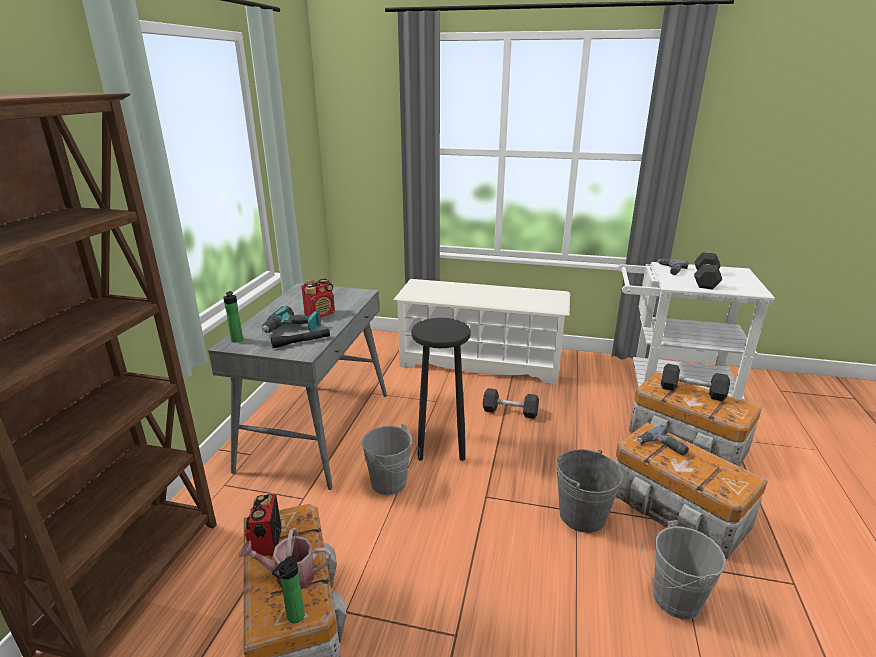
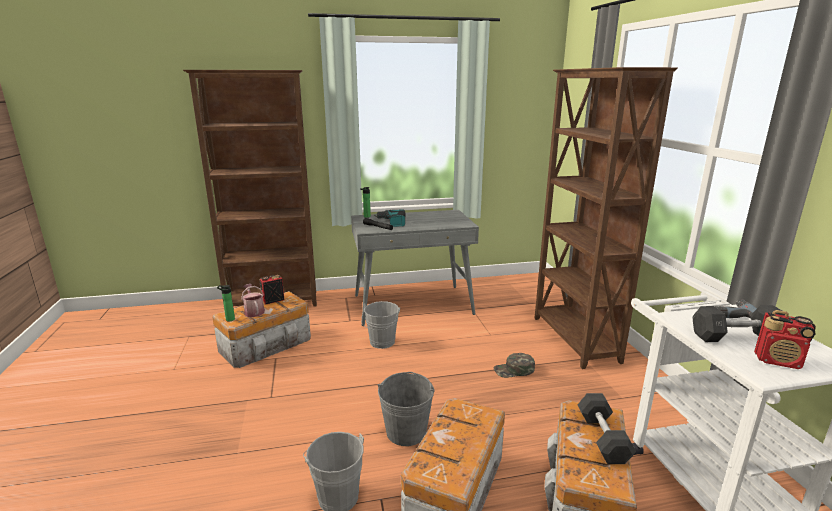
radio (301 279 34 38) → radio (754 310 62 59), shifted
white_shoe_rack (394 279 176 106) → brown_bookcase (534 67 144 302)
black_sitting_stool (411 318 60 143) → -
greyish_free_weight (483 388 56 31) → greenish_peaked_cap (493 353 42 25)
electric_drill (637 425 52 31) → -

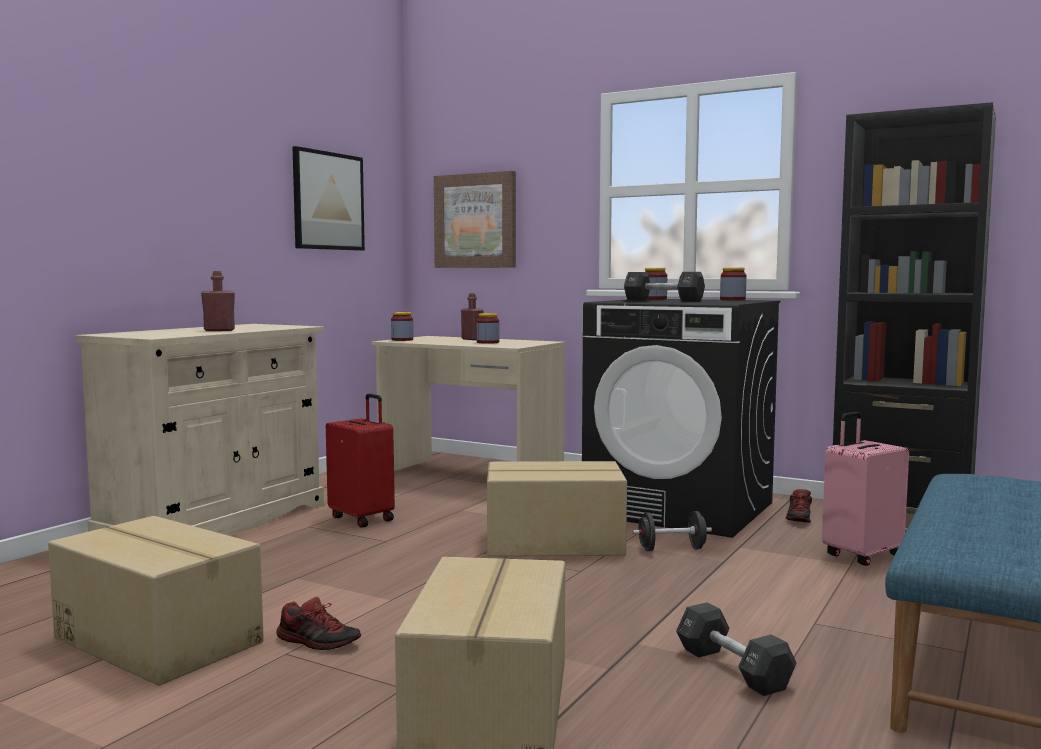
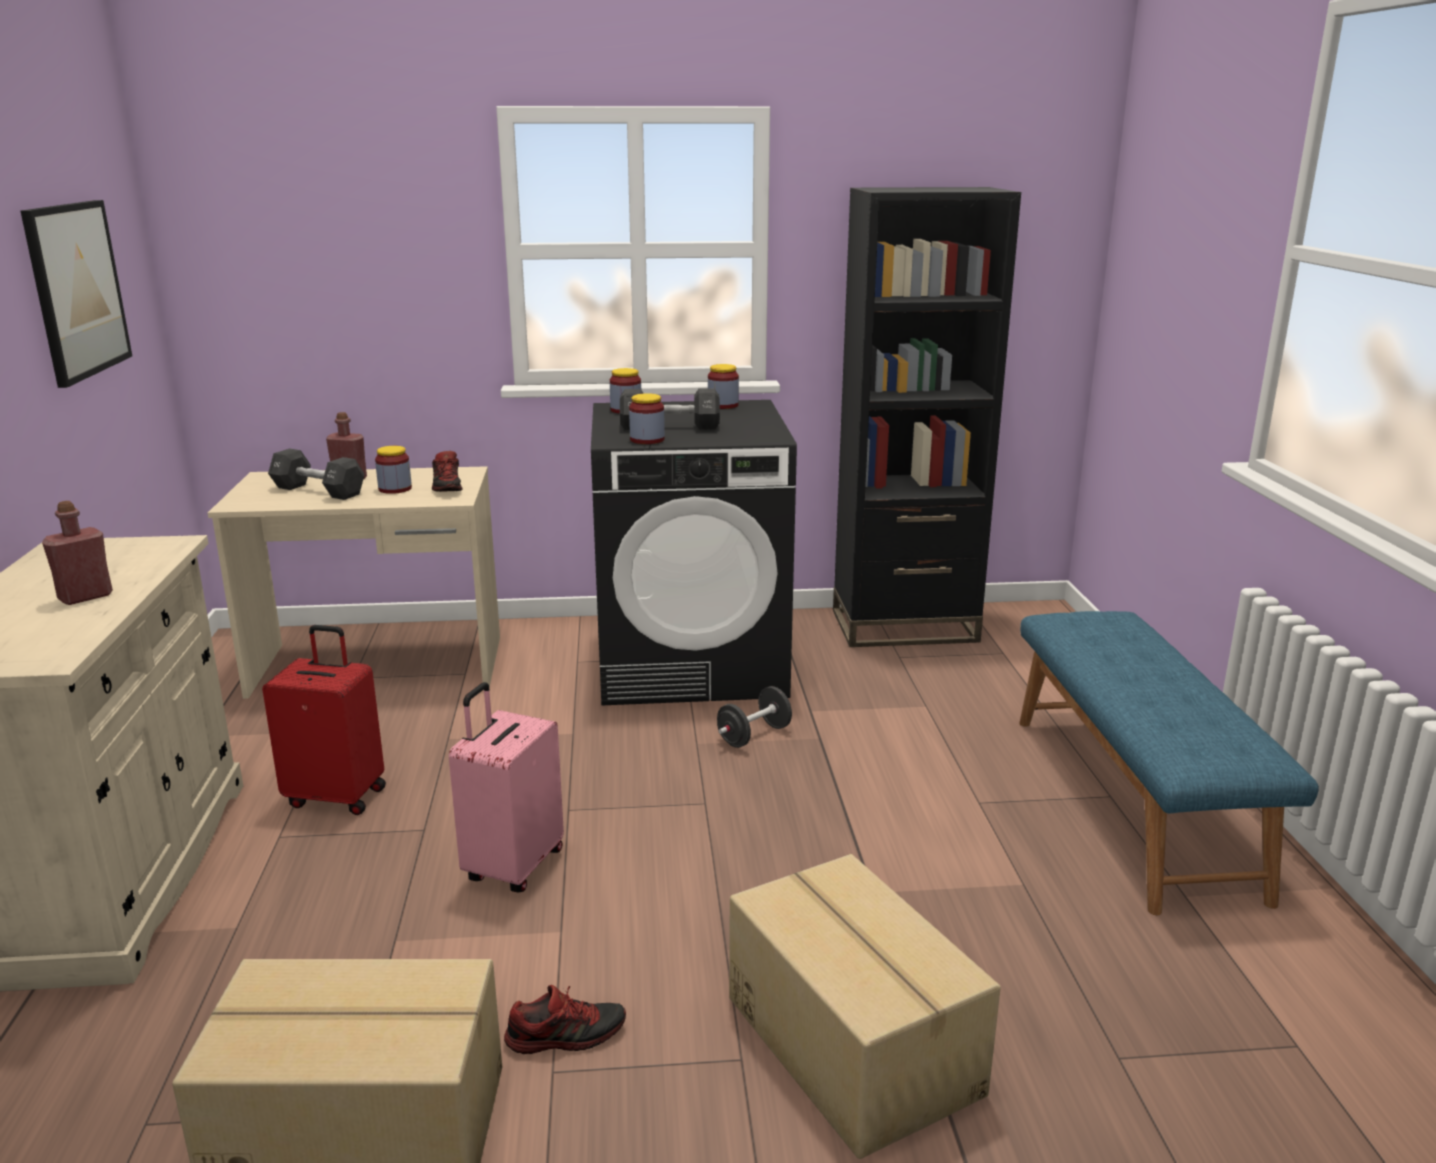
jar (391 312 22 29) → jar (629 393 36 51), shifted
wall_picture (434 171 82 97) → -
carton (487 461 140 96) → -
black_free_weight (676 602 121 94) → black_free_weight (268 448 97 52), shifted
item_of_footwear (786 489 26 34) → item_of_footwear (432 451 31 41), shifted
pink_suitcase (822 412 87 154) → pink_suitcase (449 682 115 210), shifted

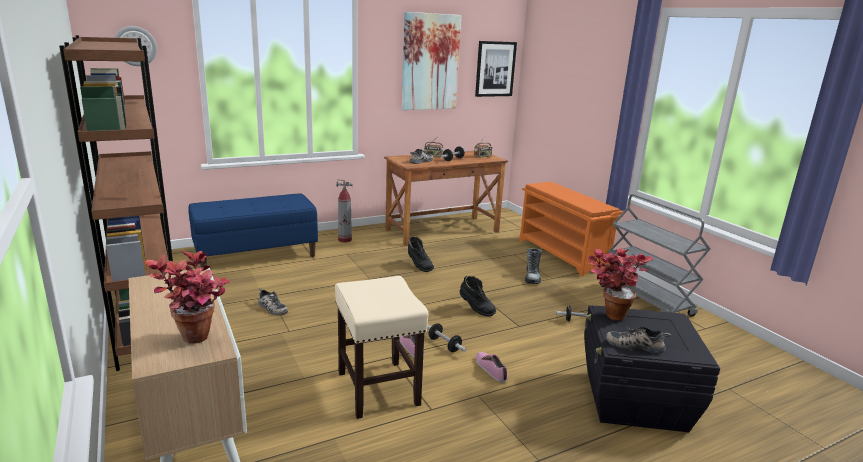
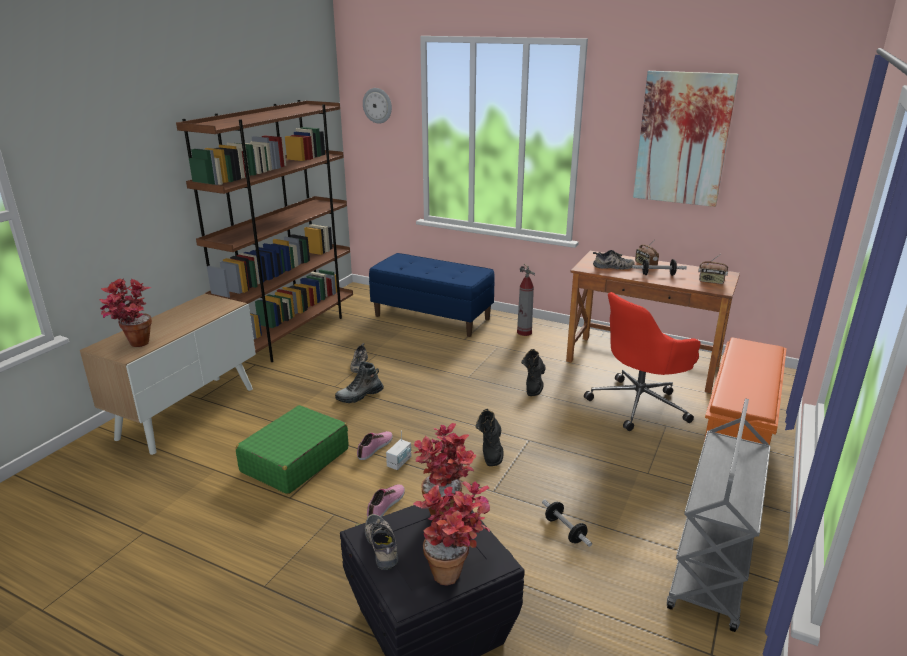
beige-coloured_sitting_stool (335 276 93 143) → greenish_suitcase (236 405 113 89)
free_weight (427 323 39 29) → radio (386 430 25 40)
wall_picture (475 41 42 56) → -
high-top_boot (525 248 17 36) → high-top_boot (335 361 49 42), shifted
- → potted_plant (413 481 77 104)
- → red_office_chair (584 292 117 139)

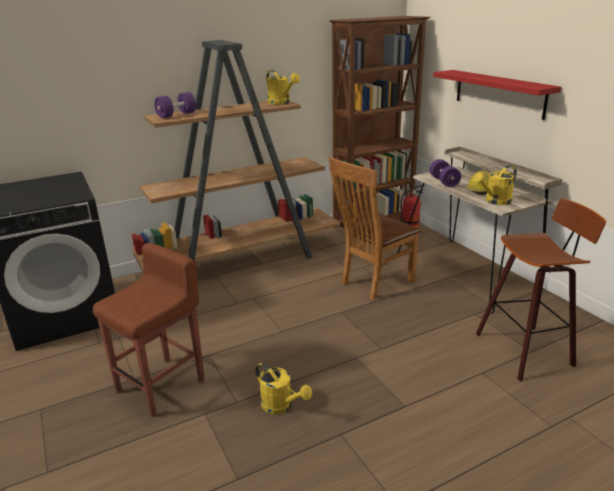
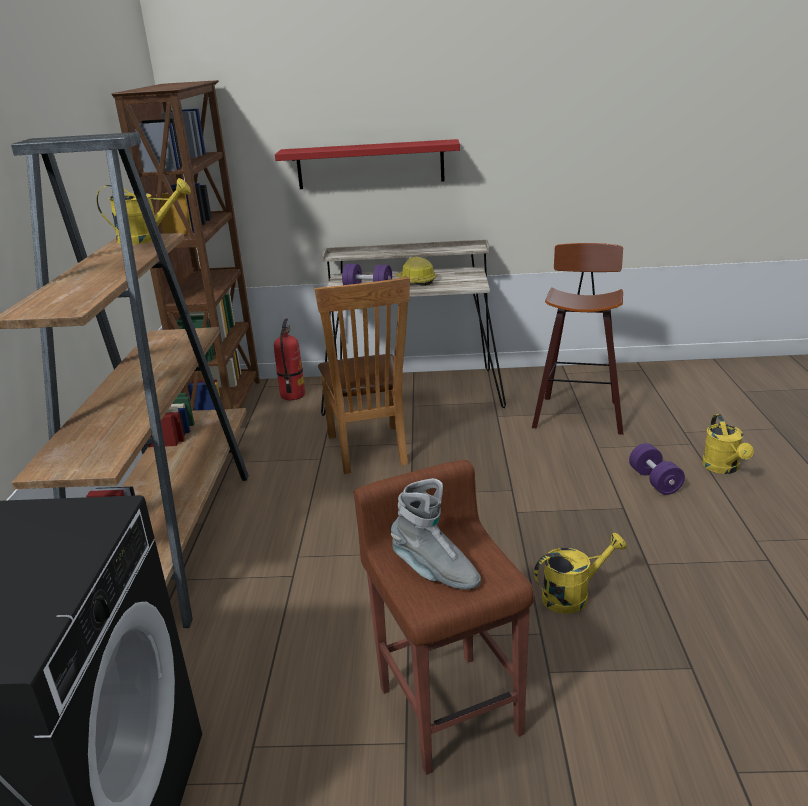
purplish_free_weight (154 92 42 26) → purplish_free_weight (629 443 56 52), shifted
yellowish_watering_can (473 165 44 40) → yellowish_watering_can (702 414 52 60), shifted
- → greyish_high-top_boot (391 478 90 111)

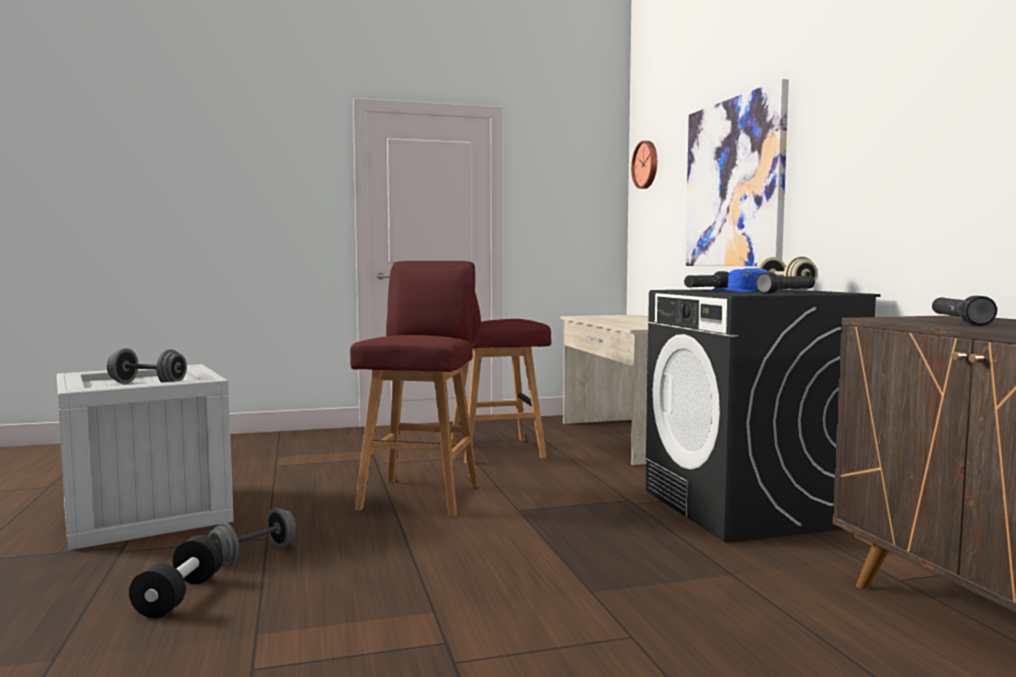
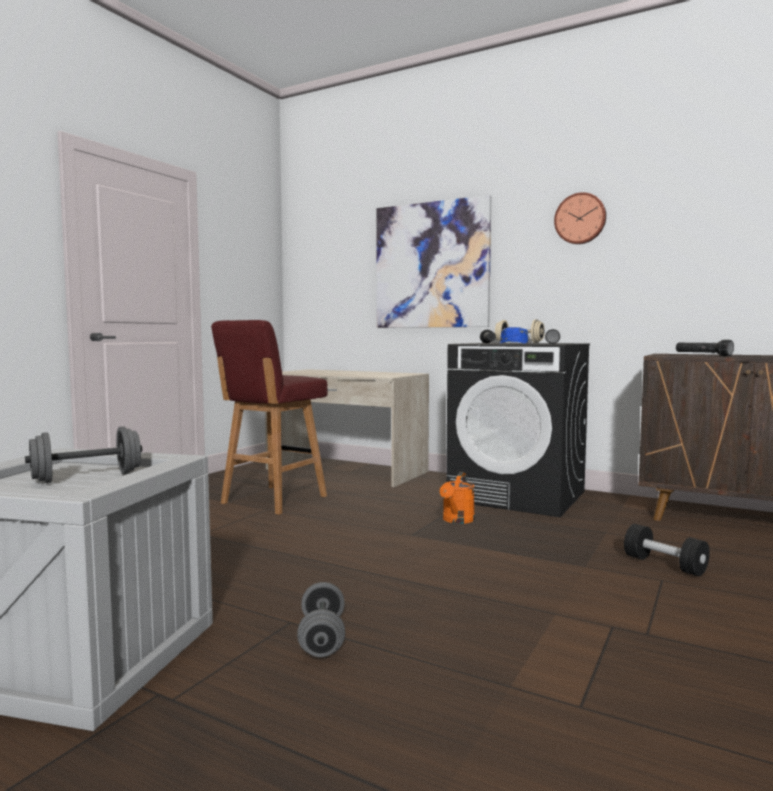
black_free_weight (129 535 94 83) → black_free_weight (624 524 86 52), shifted
red_sitting_stool (350 261 129 256) → -
clock_on_the_wall (631 141 26 48) → clock_on_the_wall (554 192 52 52), shifted
- → orangey_watering_can (440 472 35 52)

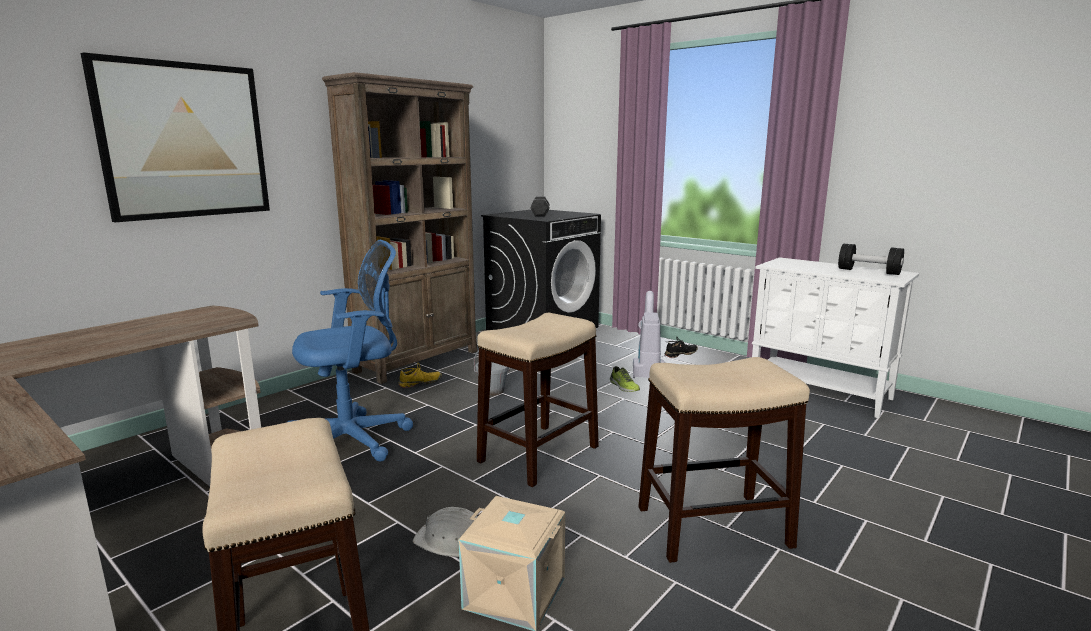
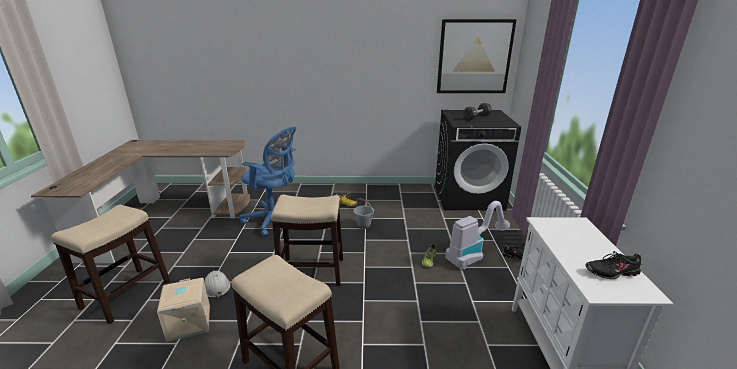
wall_picture (81 52 189 170) → wall_picture (437 19 80 74), shifted
brown_bookcase (322 72 155 312) → -
black_free_weight (838 244 66 31) → black_item_of_footwear (586 251 55 28)

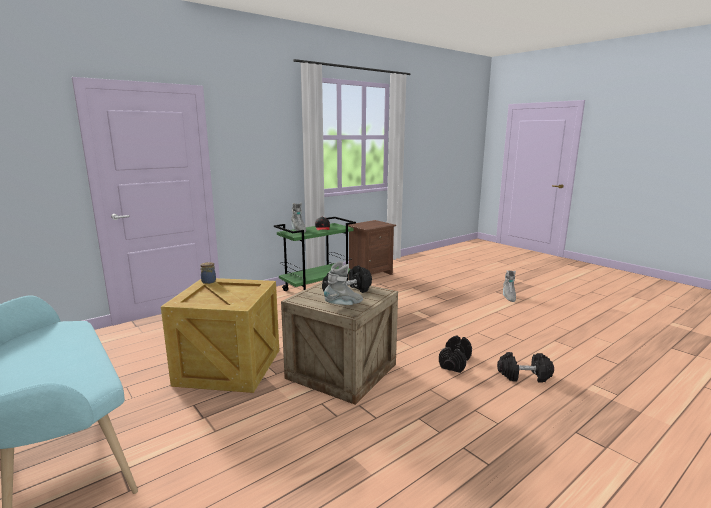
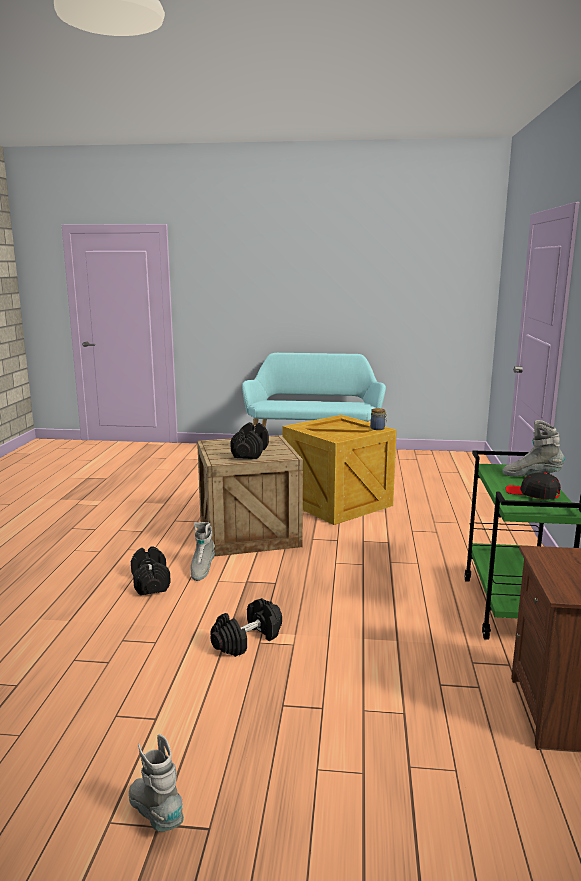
greyish_high-top_boot (324 261 39 44) → greyish_high-top_boot (191 522 24 59), shifted
black_free_weight (497 352 57 31) → black_free_weight (210 598 72 59), shifted

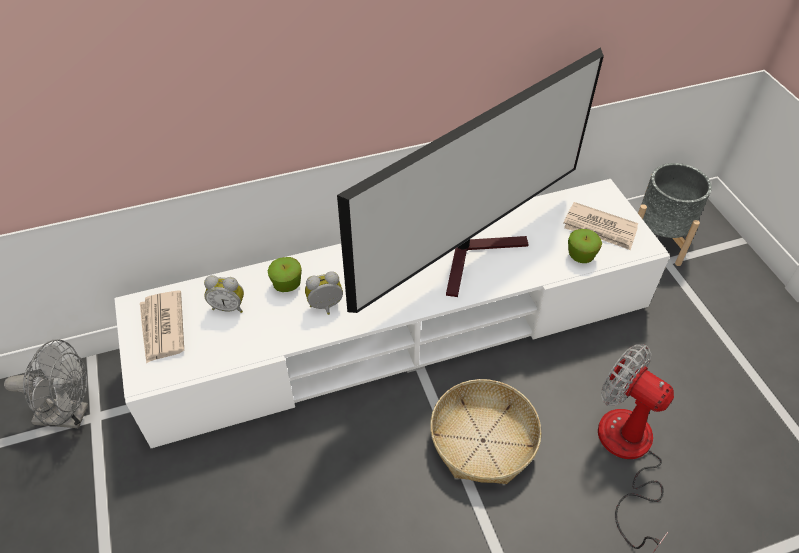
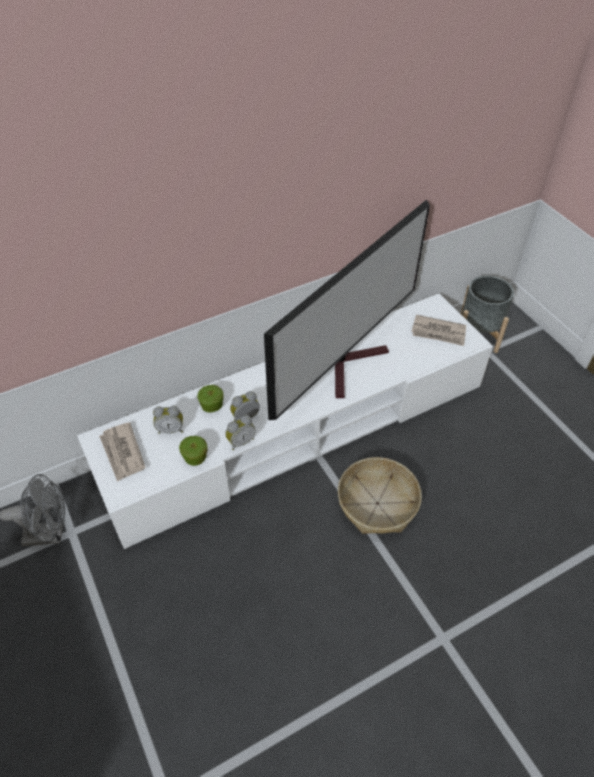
apple_fruit (568 229 34 34) → apple_fruit (179 436 29 30), shifted
fan (598 344 76 209) → -
- → table_clock (225 415 31 35)

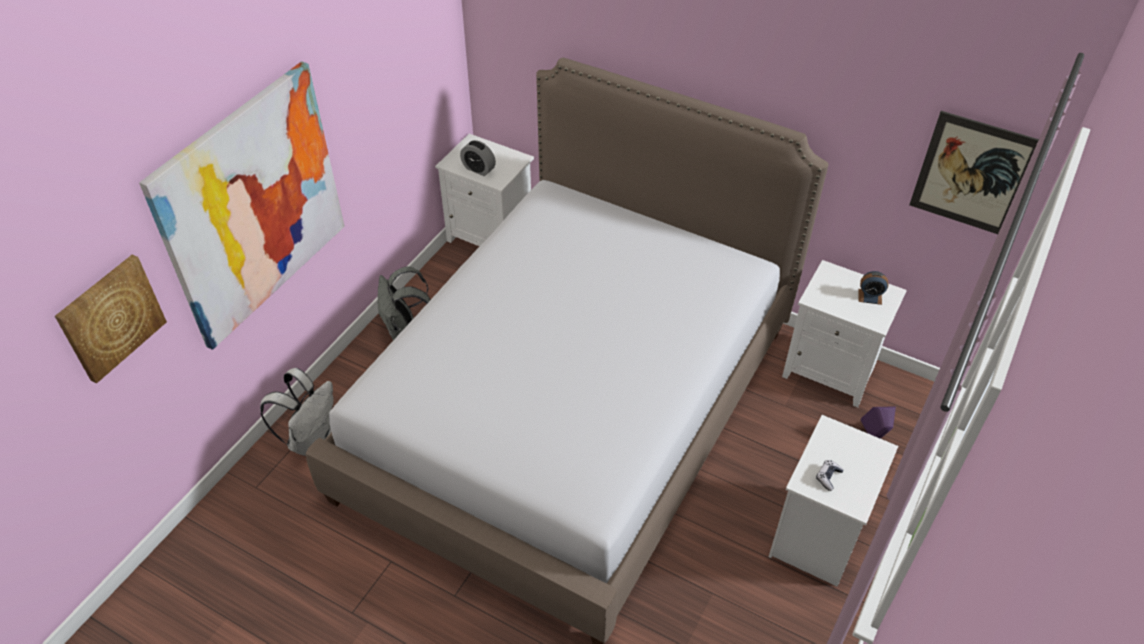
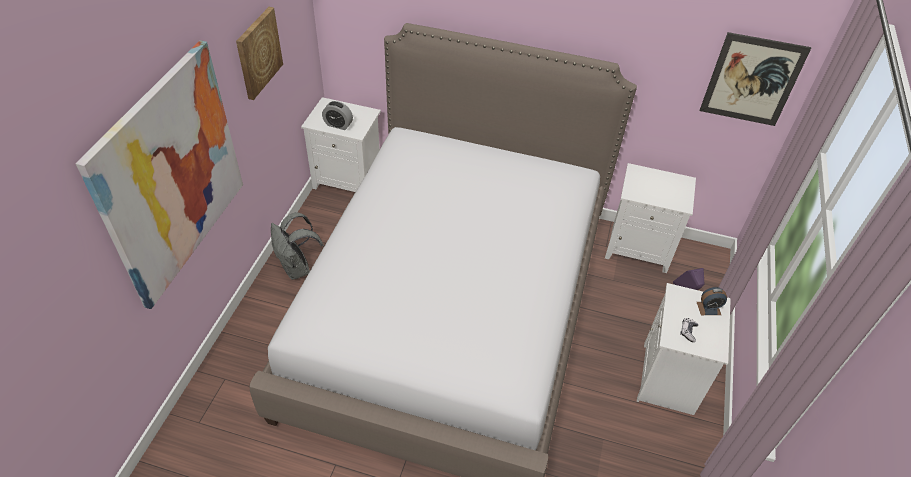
wall_picture (55 254 112 130) → wall_picture (236 7 47 93), shifted
white_backpack (260 368 74 88) → -
table_clock (858 271 30 34) → table_clock (697 287 30 28), shifted

